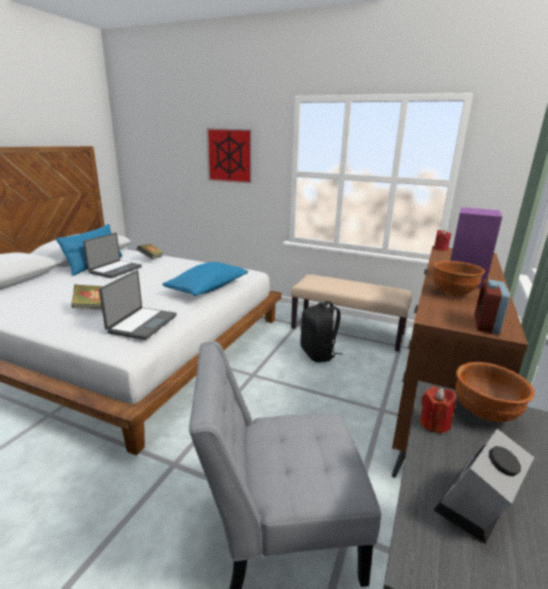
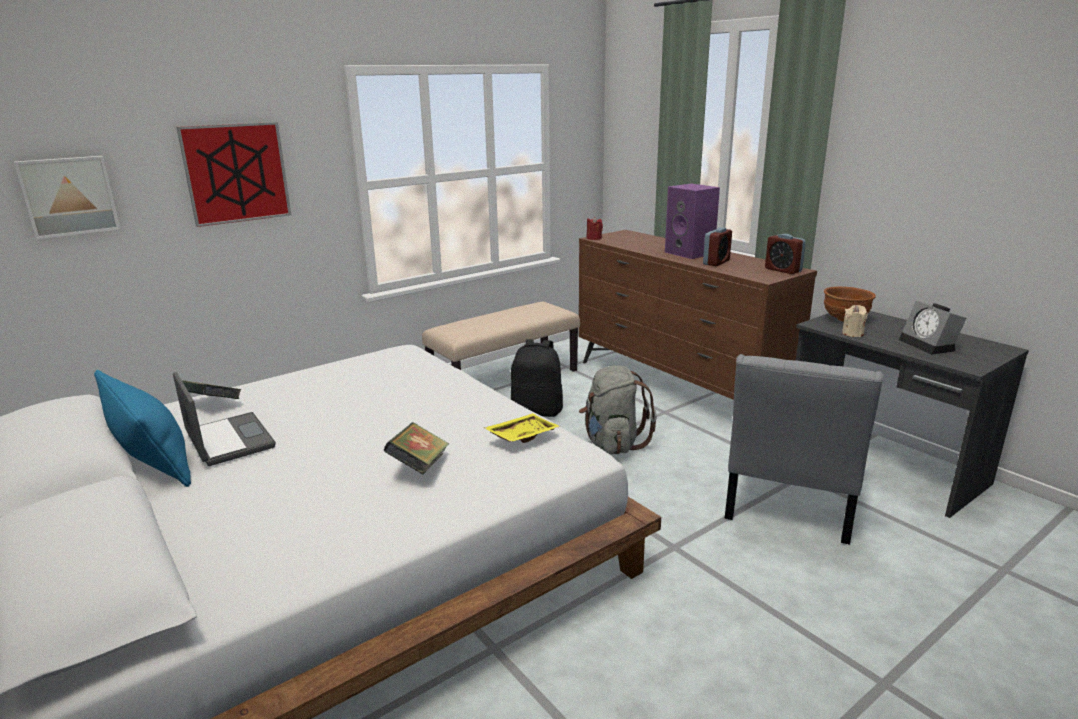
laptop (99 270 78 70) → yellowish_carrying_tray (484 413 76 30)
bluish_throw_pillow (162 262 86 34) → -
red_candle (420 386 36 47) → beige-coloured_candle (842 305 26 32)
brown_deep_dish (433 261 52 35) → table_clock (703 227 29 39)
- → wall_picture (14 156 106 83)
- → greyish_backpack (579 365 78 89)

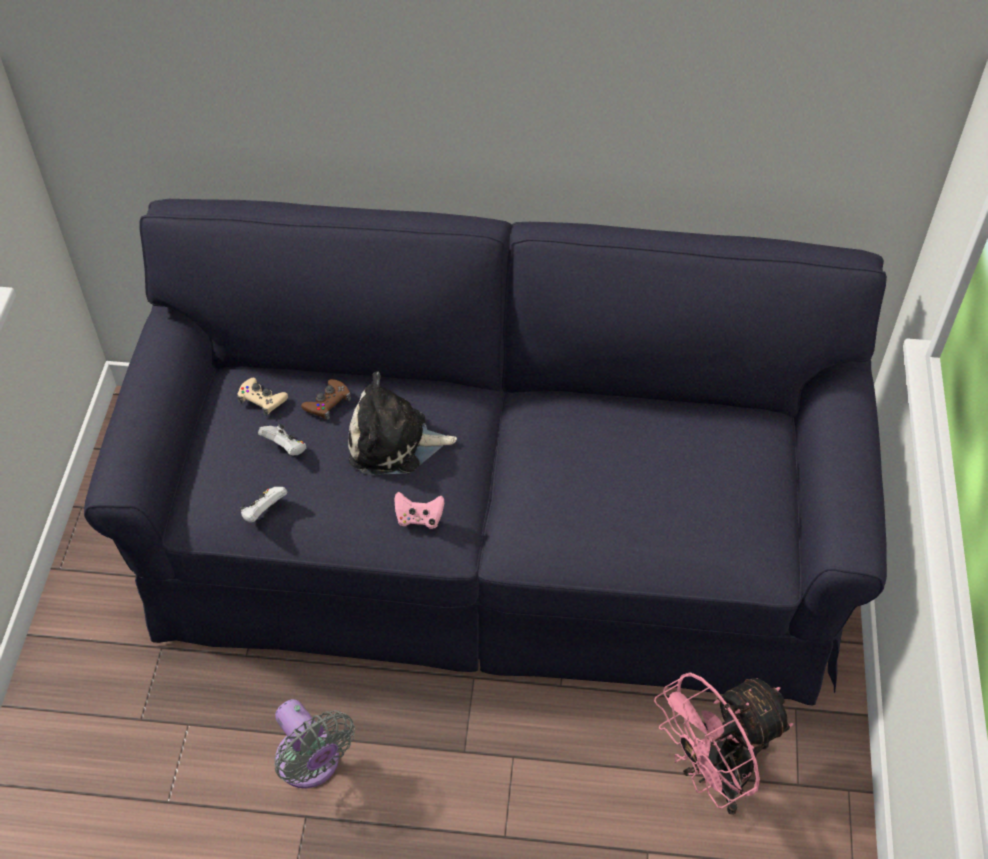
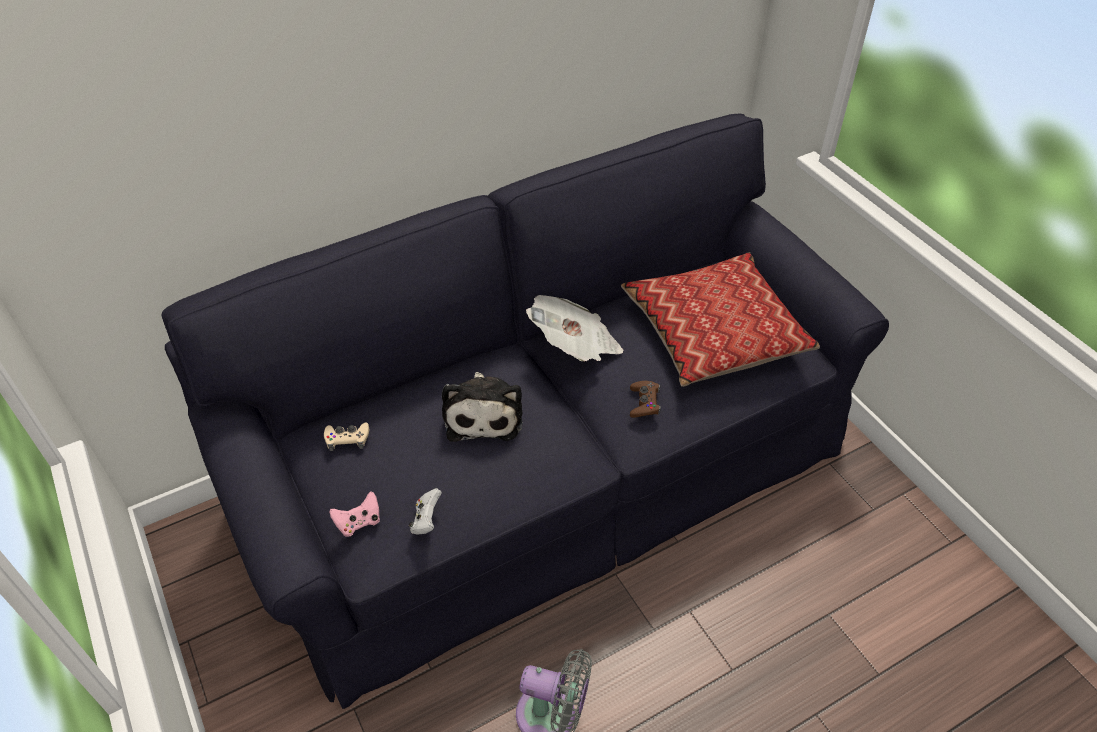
white_gamepad (258 424 48 31) → -
brown_gamepad (301 379 50 41) → brown_gamepad (630 381 31 37), shifted
plush_toy (348 371 109 104) → plush_toy (442 372 81 70), 60 degrees counterclockwise
pink_gamepad (394 492 50 37) → pink_gamepad (329 491 51 46), shifted
pink_fan (654 672 140 143) → -
- → daily_paper (526 295 97 67)
- → throw_pillow (621 252 199 135)

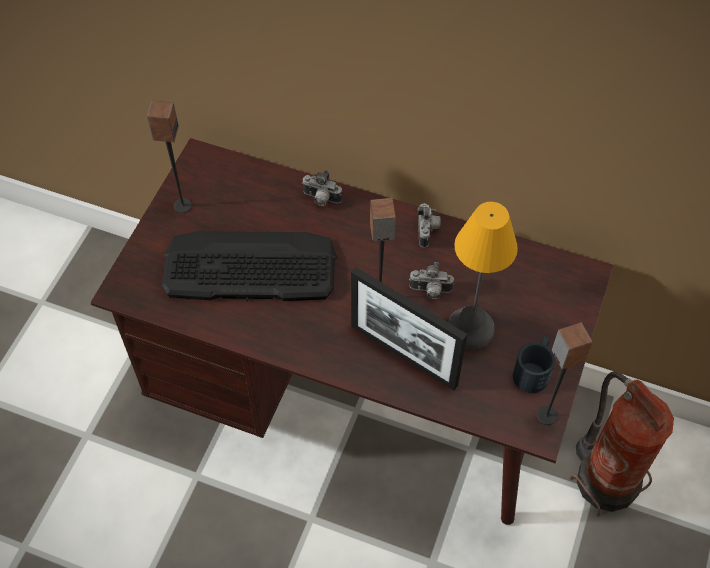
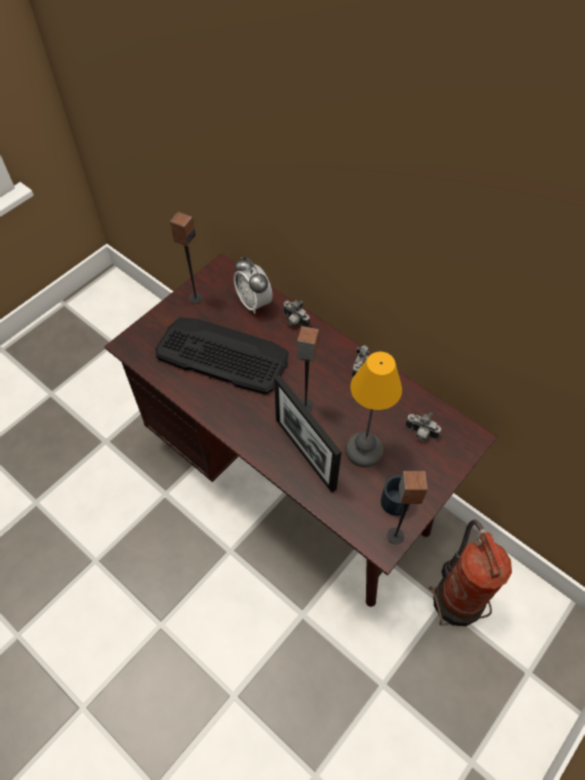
photo_camera (409 262 45 37) → photo_camera (405 412 36 29), shifted
- → table_clock (234 257 39 57)

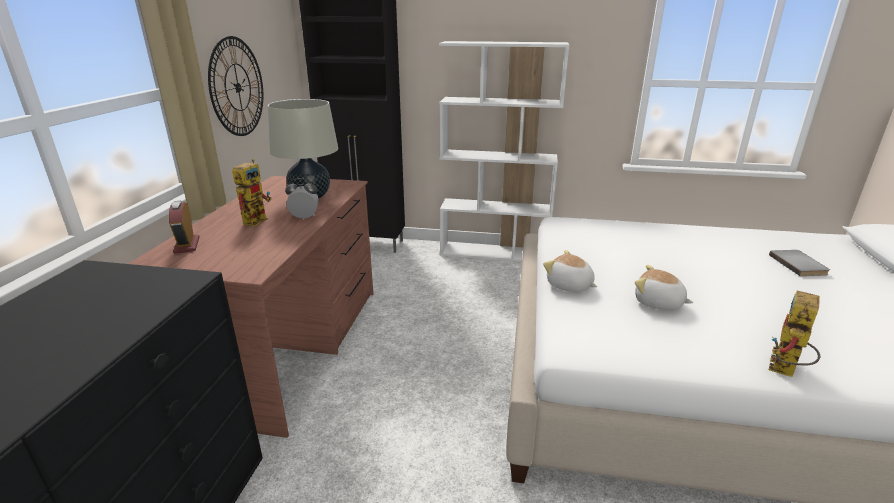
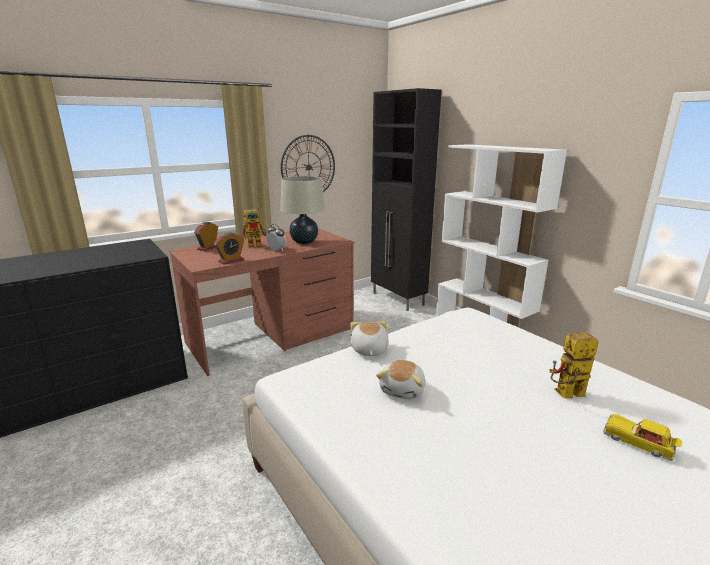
plush_toy (635 265 58 45) → plush_toy (376 360 49 39), 150 degrees counterclockwise
greyish_volume (769 250 61 26) → toy_car (603 414 79 47)
robot_figure (769 291 52 86) → robot_figure (550 332 49 67), shifted
- → table_clock (214 233 30 32)

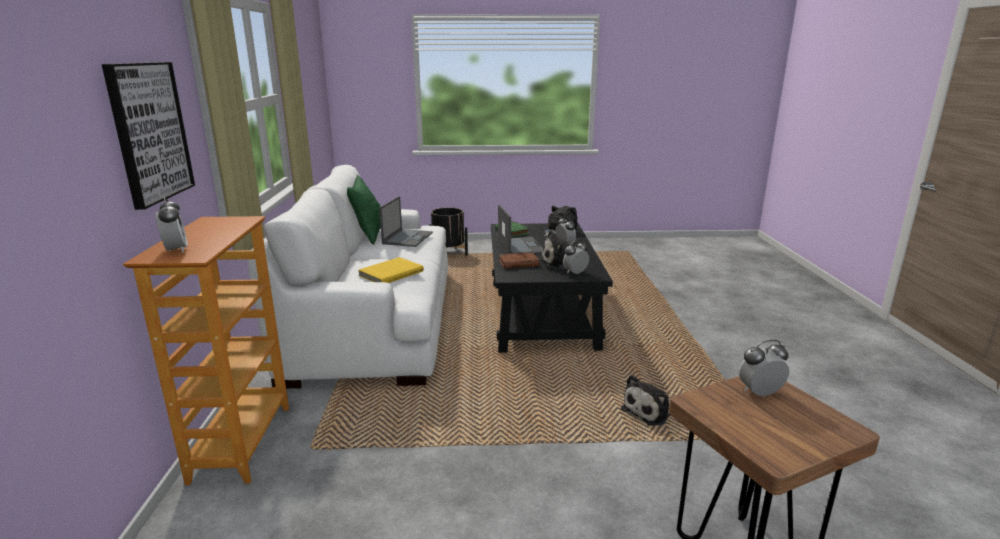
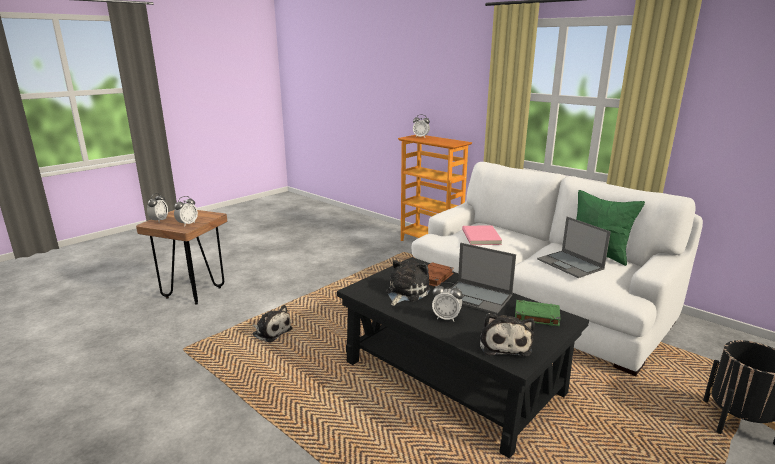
wall_picture (102 62 93 148) → -
yellowish_volume (359 257 65 26) → pink_volume (462 225 40 20)
table_clock (563 240 26 34) → table_clock (147 193 21 29), shifted
plush_toy (621 375 50 51) → plush_toy (253 305 39 37), 120 degrees clockwise

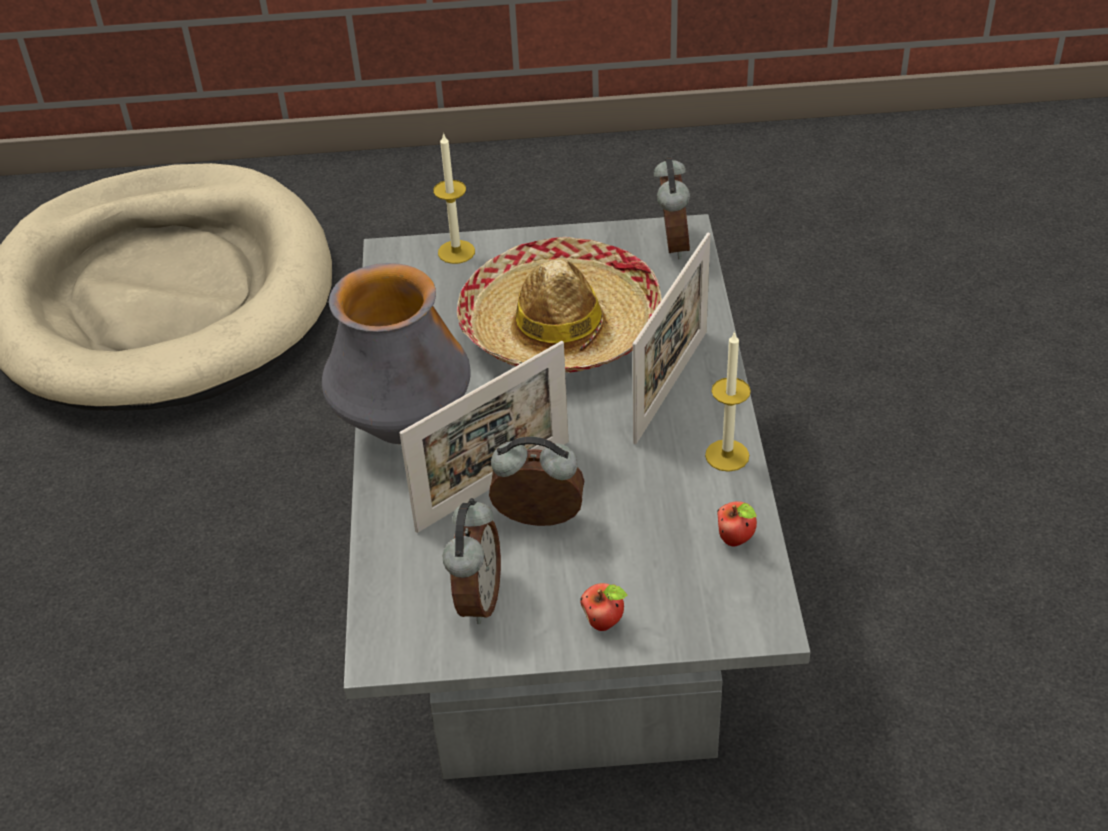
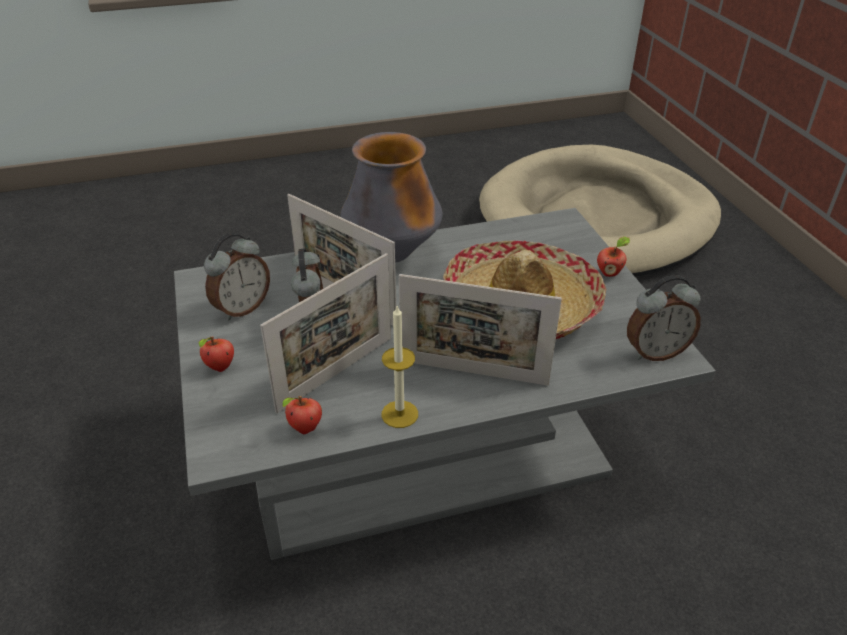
candle (433 133 42 131) → -
table_clock (443 498 58 126) → table_clock (204 233 66 87), 45 degrees counterclockwise
- → photo_frame (260 253 131 161)
- → apple_fruit (597 237 33 40)

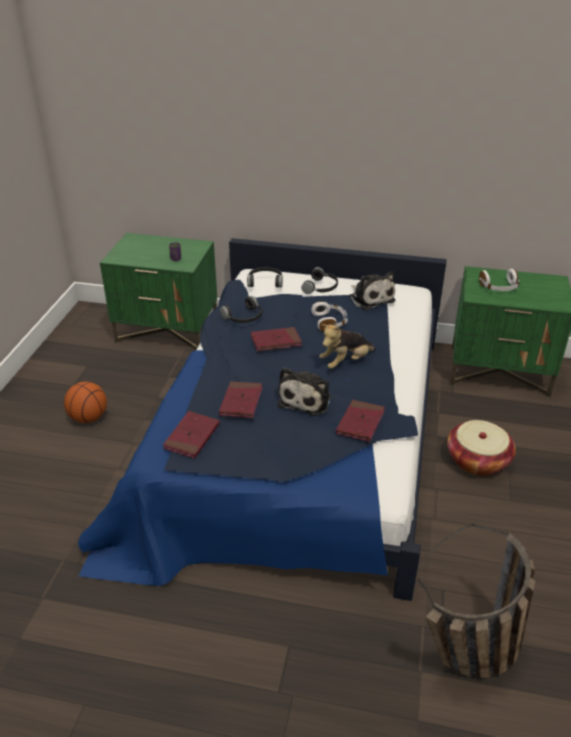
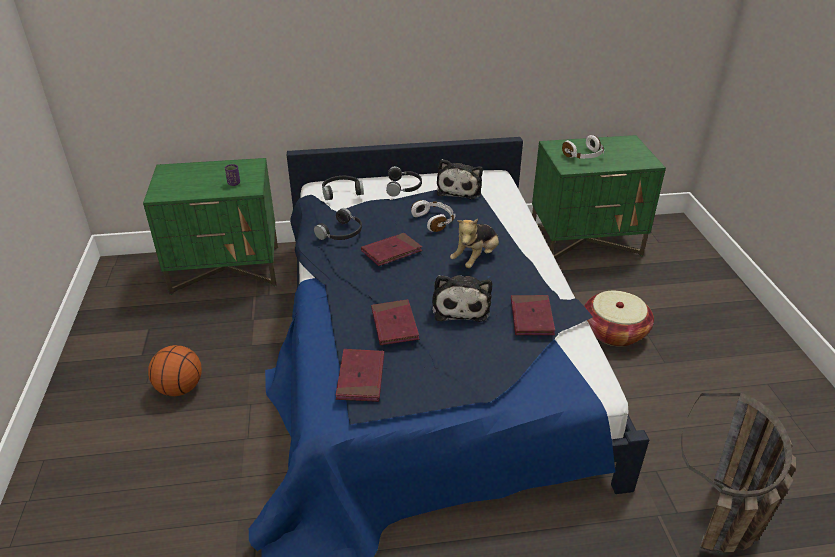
plush_toy (349 271 46 39) → plush_toy (437 159 46 40), 60 degrees clockwise

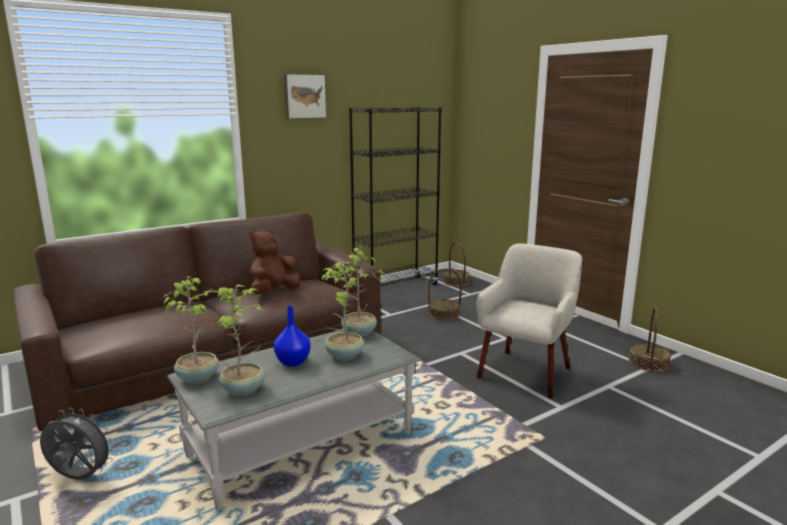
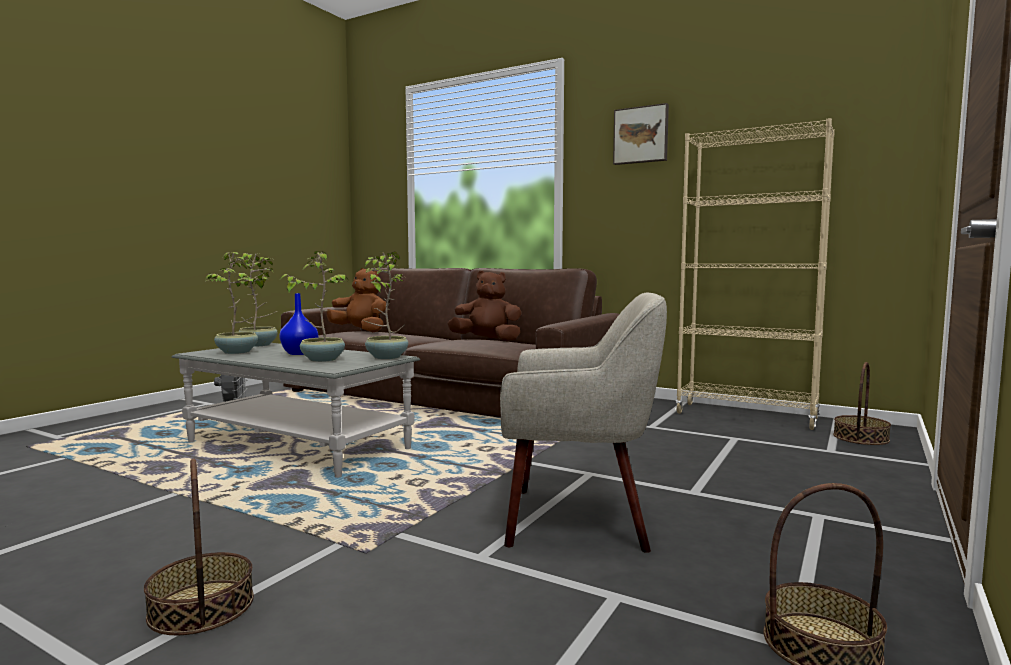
black_bookcase (349 107 93 180) → beige-coloured_bookcase (675 118 160 312)
basket (428 269 34 51) → basket (144 458 110 178), shifted
- → brown_plush_toy (326 268 60 64)

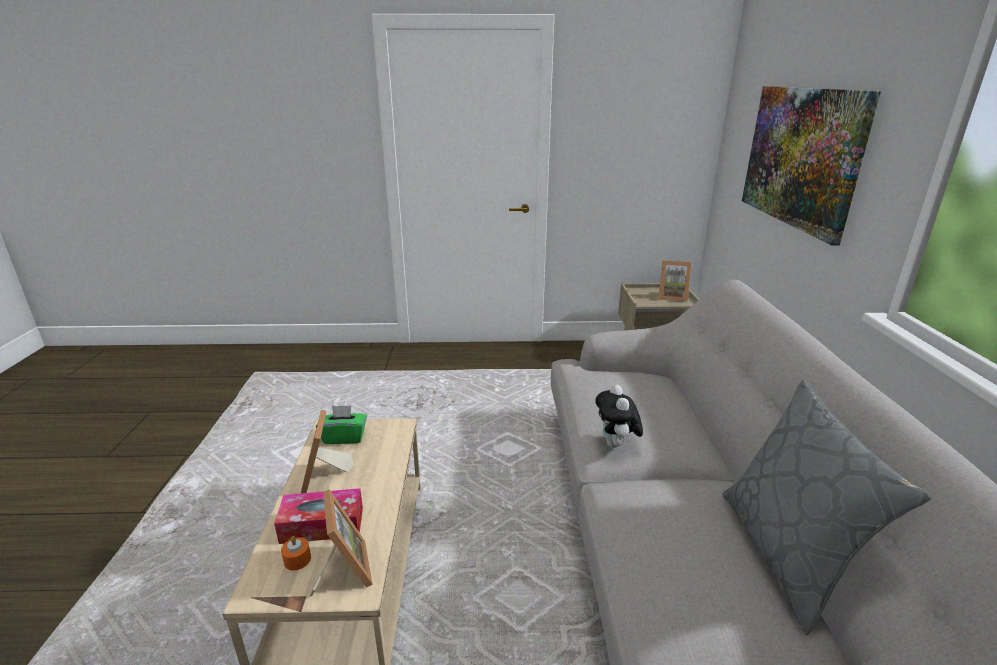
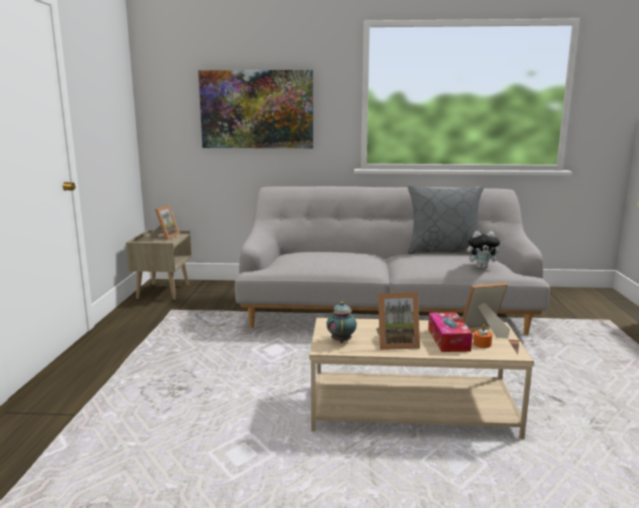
greenish_box_of_tissues (316 405 51 39) → pot_for_tea (327 301 30 42)
plush_toy (595 385 48 63) → plush_toy (467 231 35 38), shifted

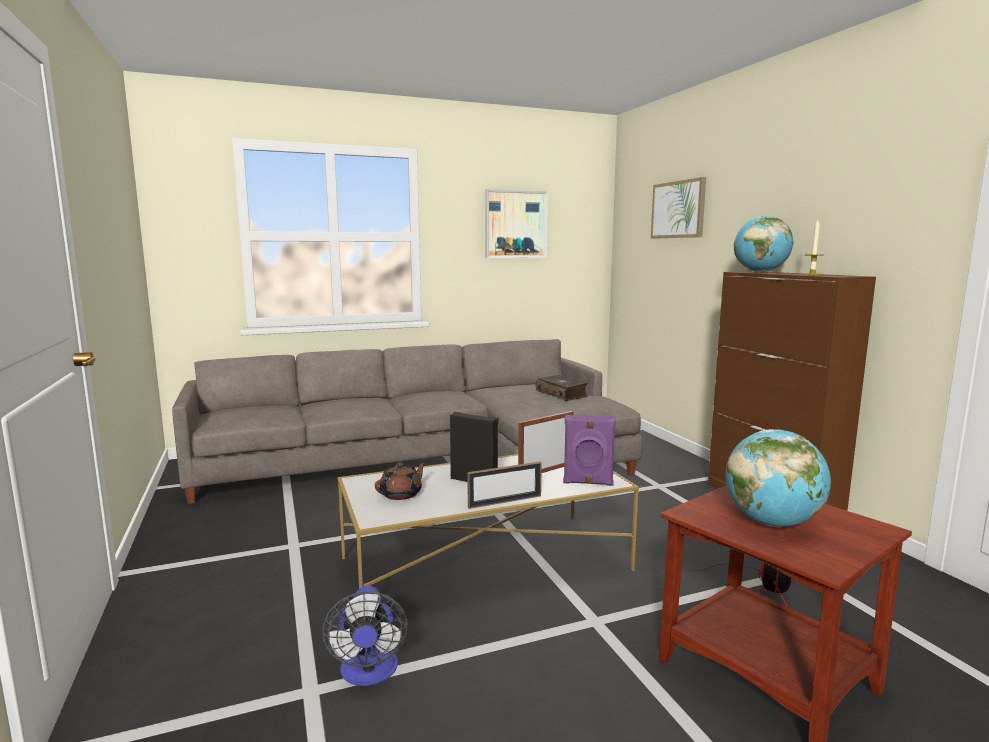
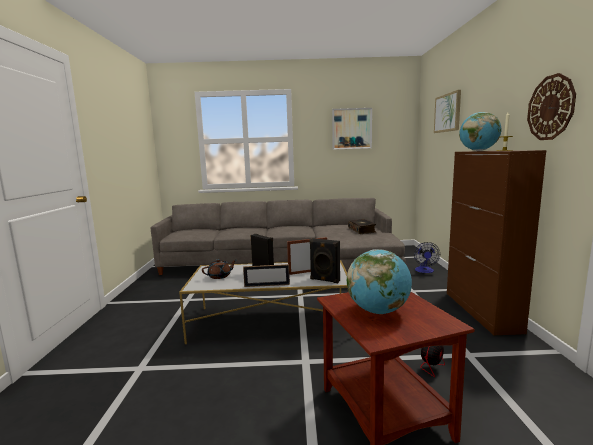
fan (322 586 86 100) → fan (414 242 26 31), shifted
purplish_speaker (563 415 53 71) → black_speaker (309 238 31 45)
- → clock_on_the_wall (527 73 49 67)

